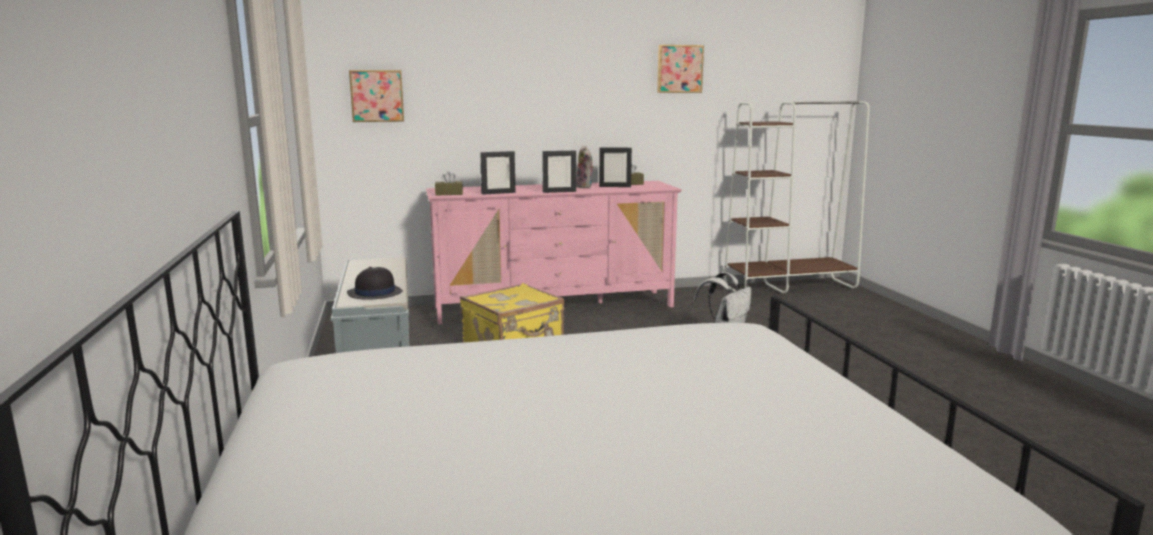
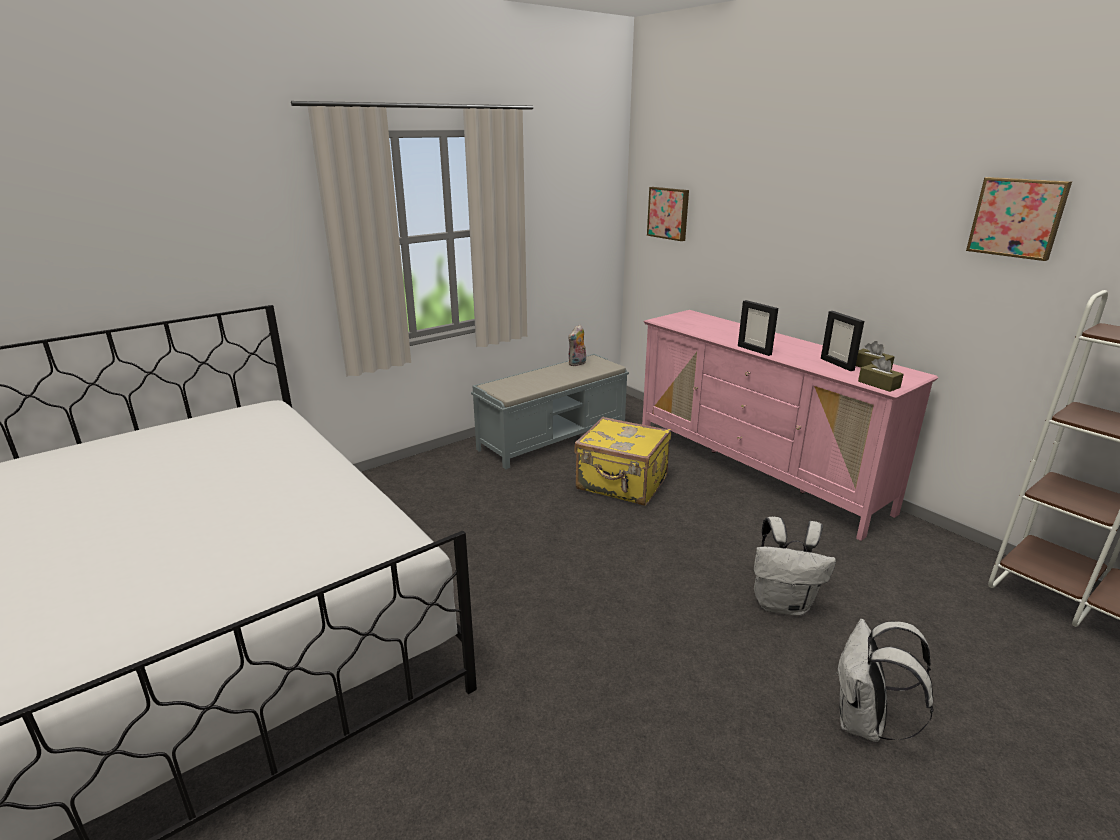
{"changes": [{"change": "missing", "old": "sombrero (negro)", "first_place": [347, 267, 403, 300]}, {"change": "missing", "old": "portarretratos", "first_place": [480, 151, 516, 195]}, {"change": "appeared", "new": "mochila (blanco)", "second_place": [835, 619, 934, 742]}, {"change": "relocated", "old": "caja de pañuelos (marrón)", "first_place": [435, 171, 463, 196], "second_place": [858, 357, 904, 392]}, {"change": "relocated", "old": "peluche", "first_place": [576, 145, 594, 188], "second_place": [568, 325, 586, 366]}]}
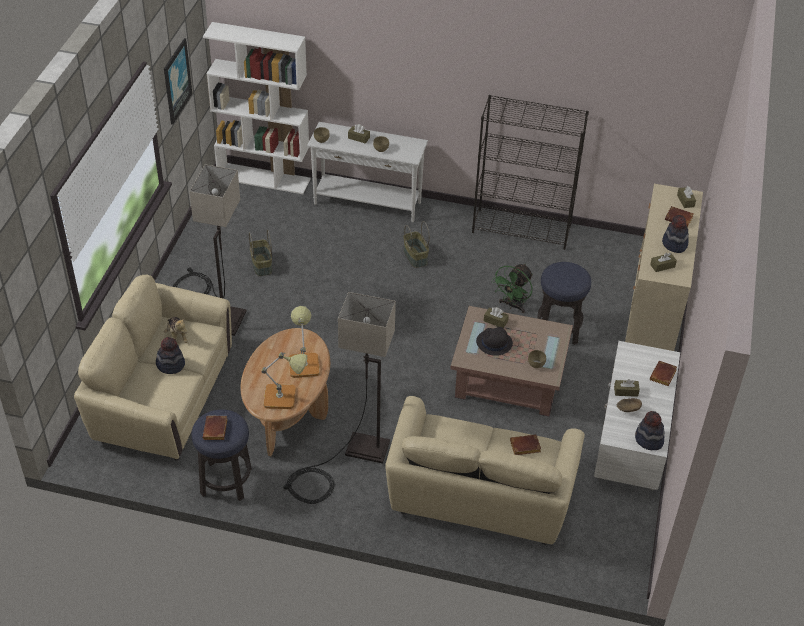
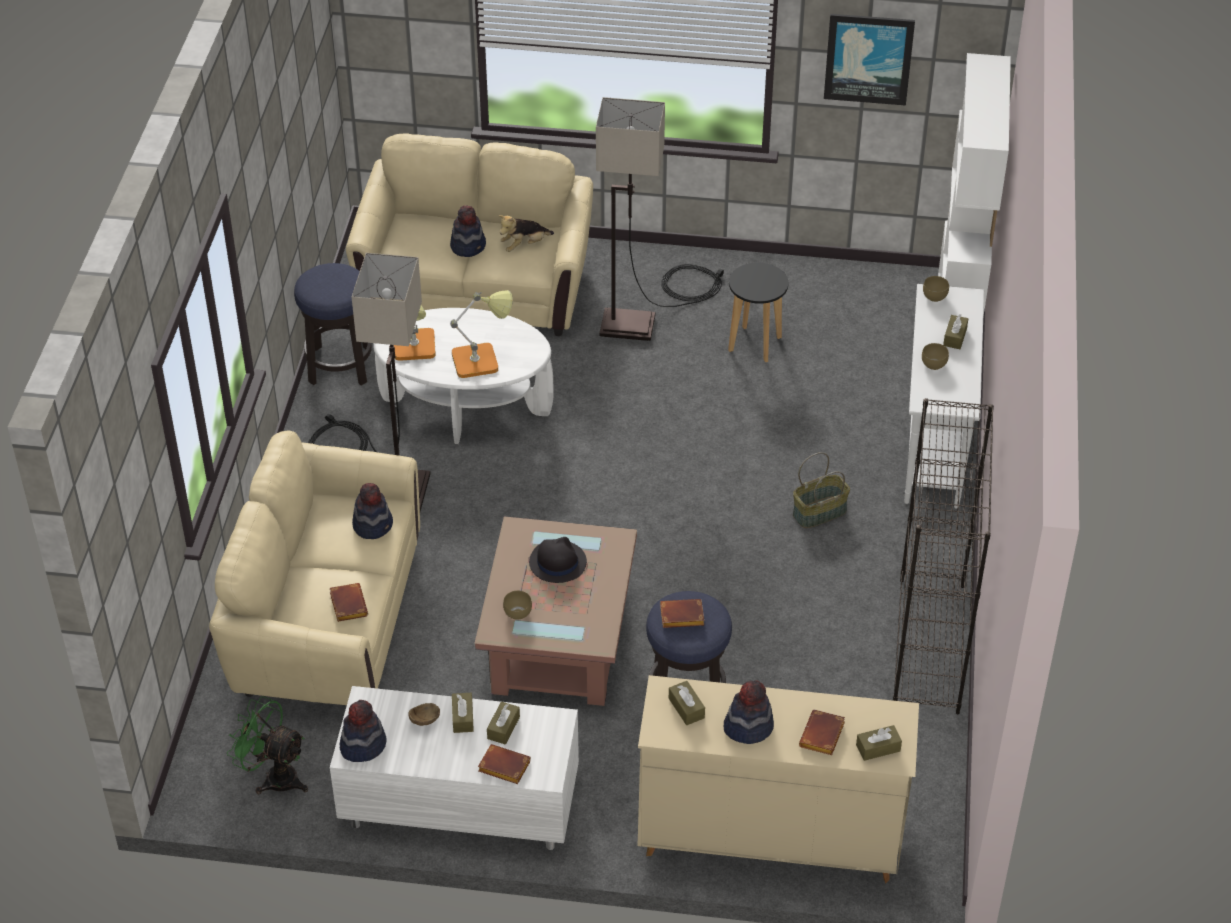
{"changes": [{"change": "appeared", "new": "sombrero", "second_place": [352, 483, 393, 539]}, {"change": "relocated", "old": "libro (marrón)", "first_place": [203, 416, 228, 440], "second_place": [660, 599, 705, 628]}, {"change": "relocated", "old": "caja de pañuelos (marrón)", "first_place": [484, 307, 509, 328], "second_place": [487, 702, 520, 745]}, {"change": "relocated", "old": "ventilador (verde)", "first_place": [491, 264, 533, 313], "second_place": [227, 696, 308, 795]}, {"change": "exchanged", "old": "cesta", "new": "taburete (negro)", "first_place": [249, 229, 272, 276], "second_place": [728, 263, 788, 362]}, {"change": "colour", "old": "mesa de centro (marrón)", "new": "mesa de centro (blanco)", "first_place": [241, 328, 330, 456], "second_place": [373, 308, 554, 444]}]}
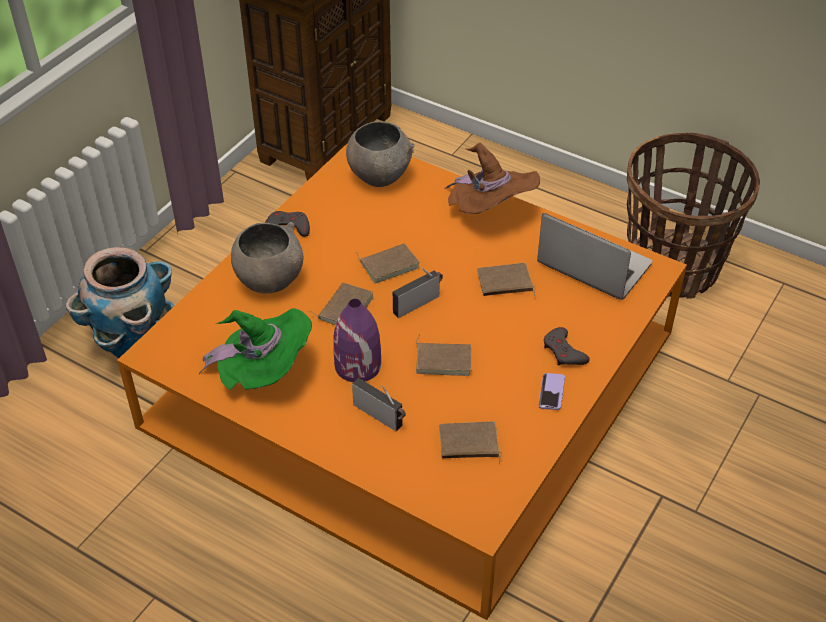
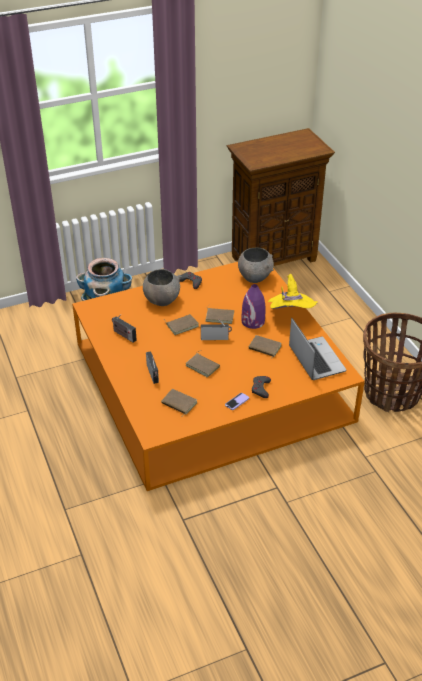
{"changes": [{"change": "relocated", "old": "florero (morado)", "first_place": [333, 299, 381, 382], "second_place": [242, 284, 265, 329]}, {"change": "exchanged", "old": "sombrero (verde)", "new": "radio", "first_place": [199, 308, 312, 390], "second_place": [112, 314, 137, 342]}, {"change": "colour", "old": "sombrero (marrón)", "new": "sombrero (amarillo)", "first_place": [444, 143, 540, 214], "second_place": [268, 274, 318, 309]}]}
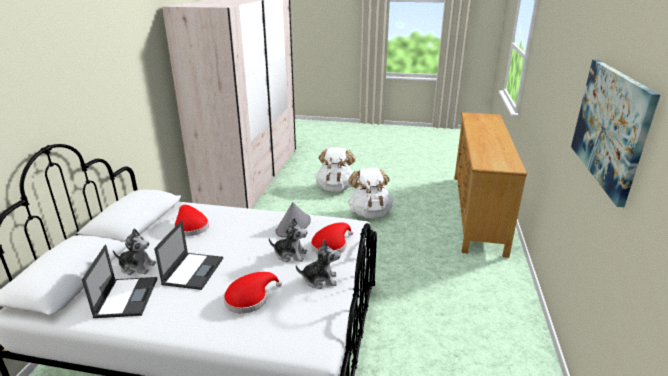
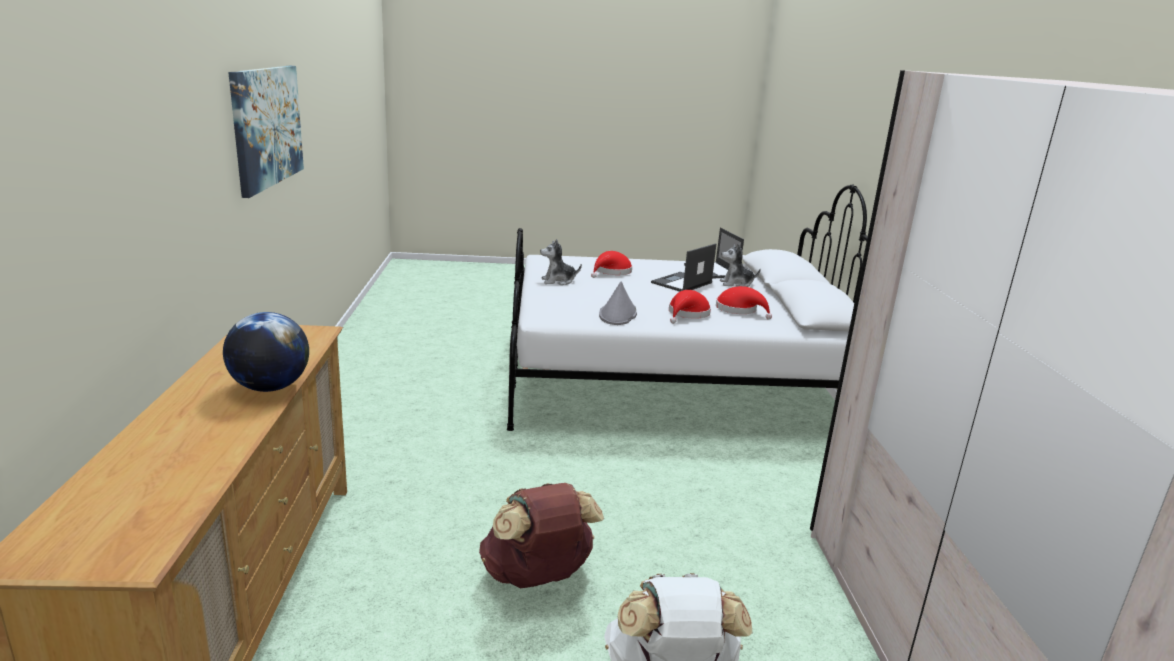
{"changes": [{"change": "missing", "old": "peluche", "first_place": [269, 218, 308, 262]}, {"change": "appeared", "new": "globo terráqueo", "second_place": [223, 312, 309, 392]}, {"change": "relocated", "old": "sombrero (rojo)", "first_place": [311, 222, 353, 254], "second_place": [669, 290, 711, 324]}, {"change": "colour", "old": "mochila (blanco)", "new": "mochila (marrón)", "first_place": [348, 168, 393, 218], "second_place": [479, 483, 604, 588]}, {"change": "spun", "old": "portátil", "first_place": [154, 220, 223, 290], "second_place": [651, 243, 716, 292], "degrees": 45}]}
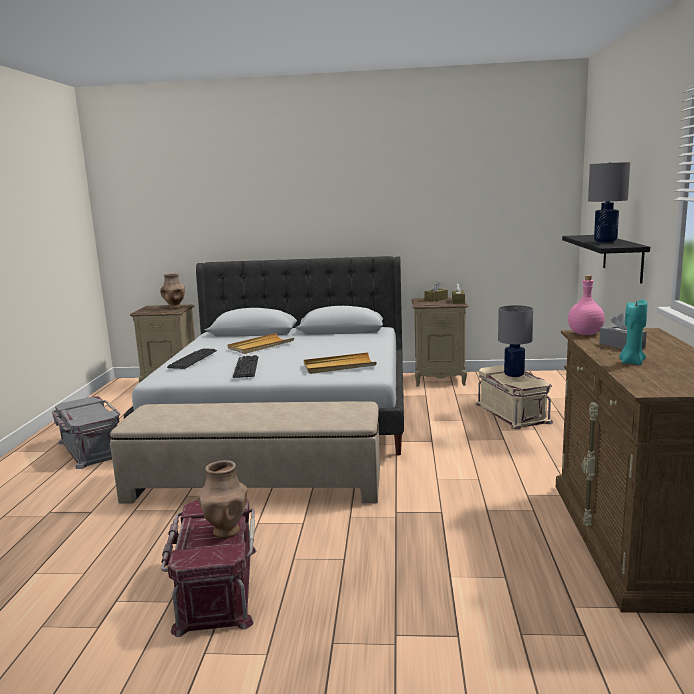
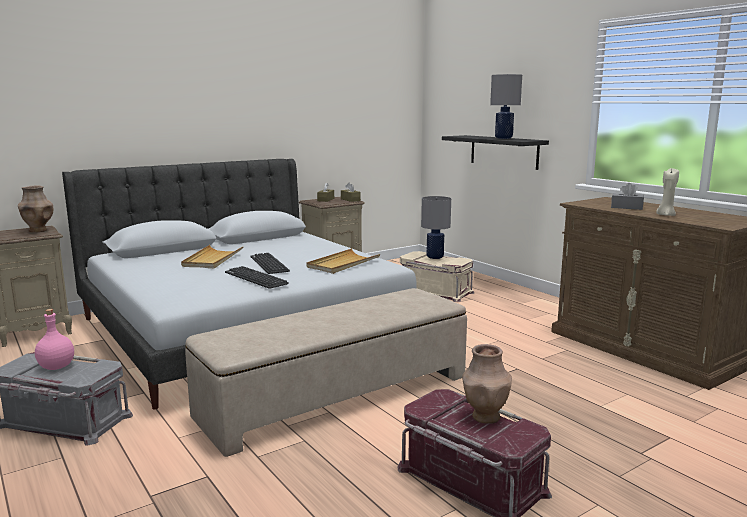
{"changes": [{"change": "relocated", "old": "teclado", "first_place": [167, 348, 217, 369], "second_place": [250, 253, 290, 274]}, {"change": "relocated", "old": "botella (rosa)", "first_place": [568, 275, 605, 335], "second_place": [35, 309, 74, 370]}, {"change": "colour", "old": "vela (turquesa)", "new": "vela (beis)", "first_place": [619, 300, 647, 365], "second_place": [656, 168, 679, 216]}]}
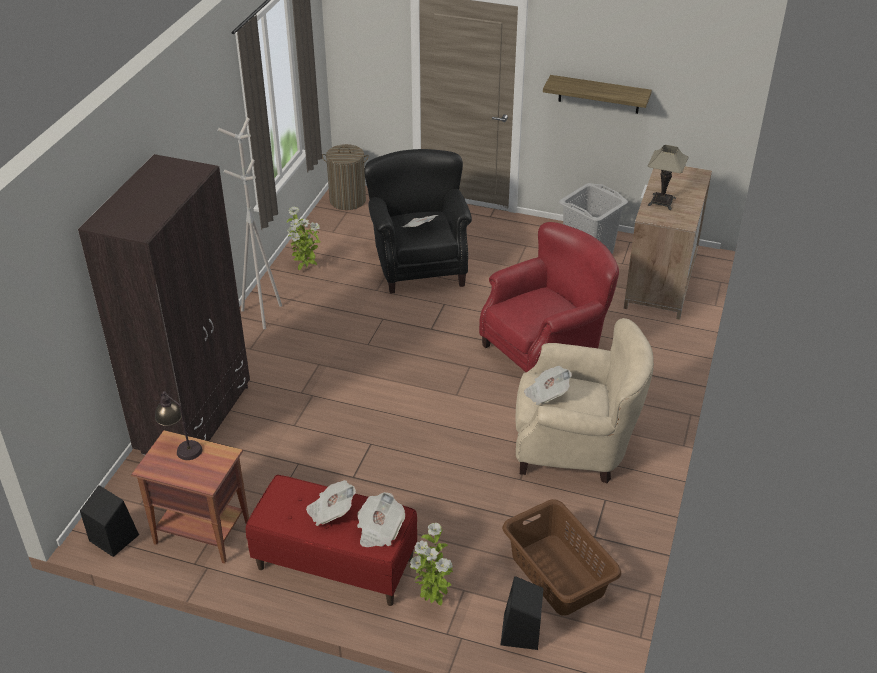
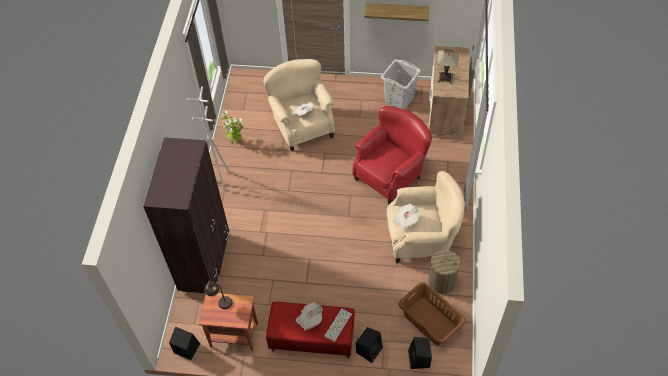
{"changes": [{"change": "relocated", "old": "cesto de la ropa", "first_place": [322, 144, 369, 210], "second_place": [428, 249, 463, 294]}, {"change": "exchanged", "old": "periódico", "new": "teclado", "first_place": [357, 492, 405, 547], "second_place": [324, 308, 352, 342]}, {"change": "exchanged", "old": "planta en maceta", "new": "altavoz (negro)", "first_place": [409, 523, 453, 606], "second_place": [356, 327, 383, 363]}, {"change": "colour", "old": "sillón (negro)", "new": "sillón (beis)", "first_place": [364, 149, 472, 294], "second_place": [264, 59, 335, 151]}]}
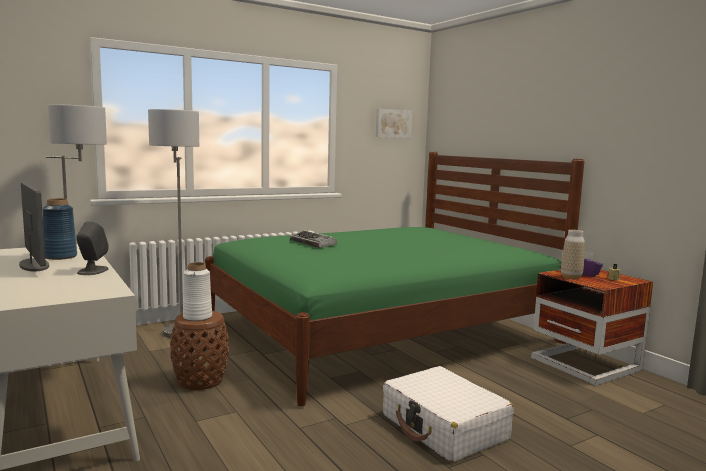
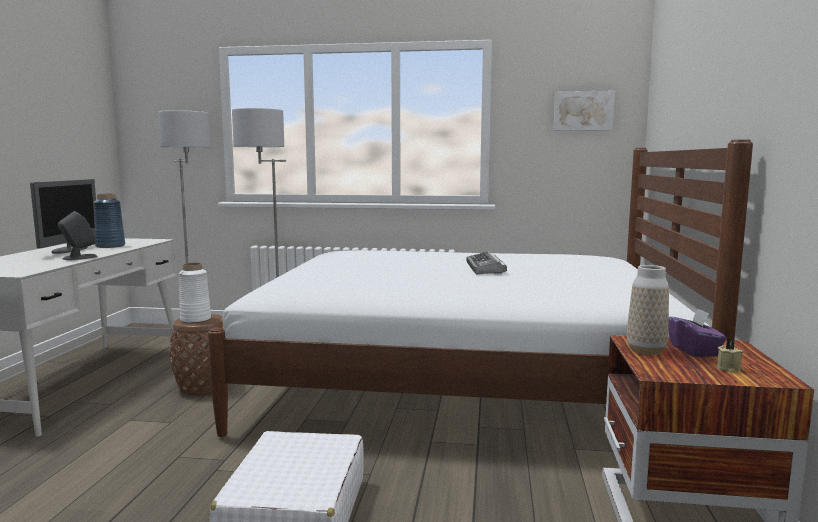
{"changes": [{"change": "relocated", "old": "teclado", "first_place": [290, 230, 337, 248], "second_place": [466, 251, 507, 275]}, {"change": "colour", "old": "cama (verde)", "new": "cama (blanco)", "first_place": [205, 152, 584, 407], "second_place": [208, 139, 753, 437]}]}
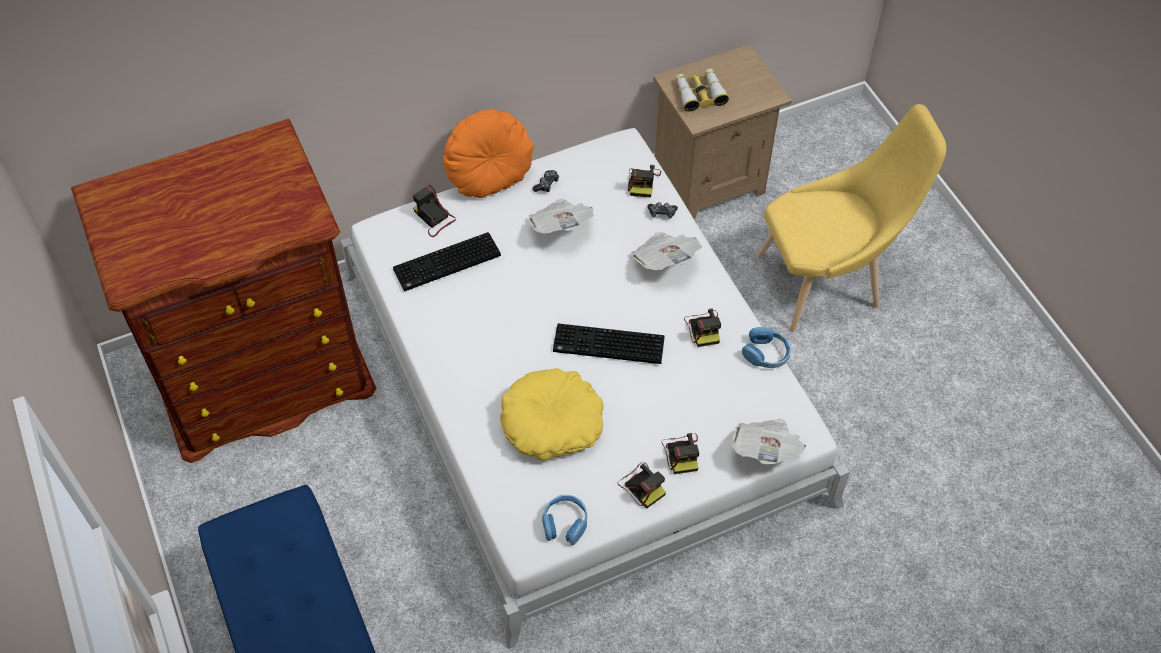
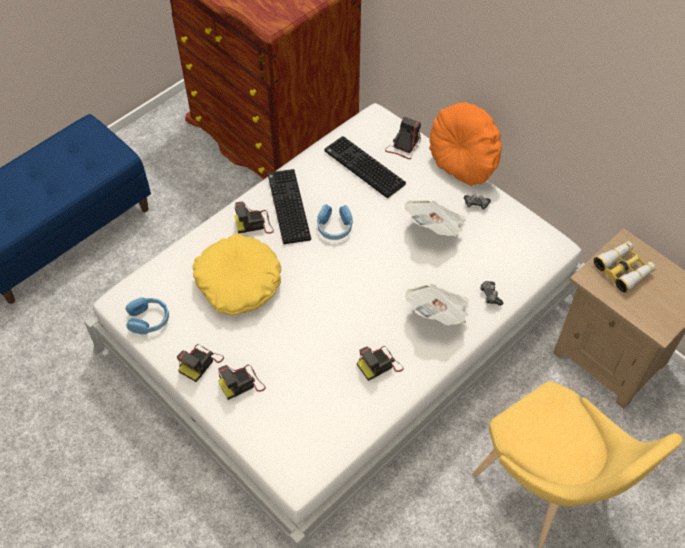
{"changes": [{"change": "missing", "old": "periódico", "first_place": [731, 419, 806, 464]}, {"change": "relocated", "old": "teclado", "first_place": [553, 323, 665, 364], "second_place": [268, 169, 311, 244]}, {"change": "relocated", "old": "cámara", "first_place": [628, 165, 661, 198], "second_place": [235, 202, 274, 234]}, {"change": "relocated", "old": "auriculares (azul)", "first_place": [742, 327, 791, 368], "second_place": [317, 204, 353, 240]}]}
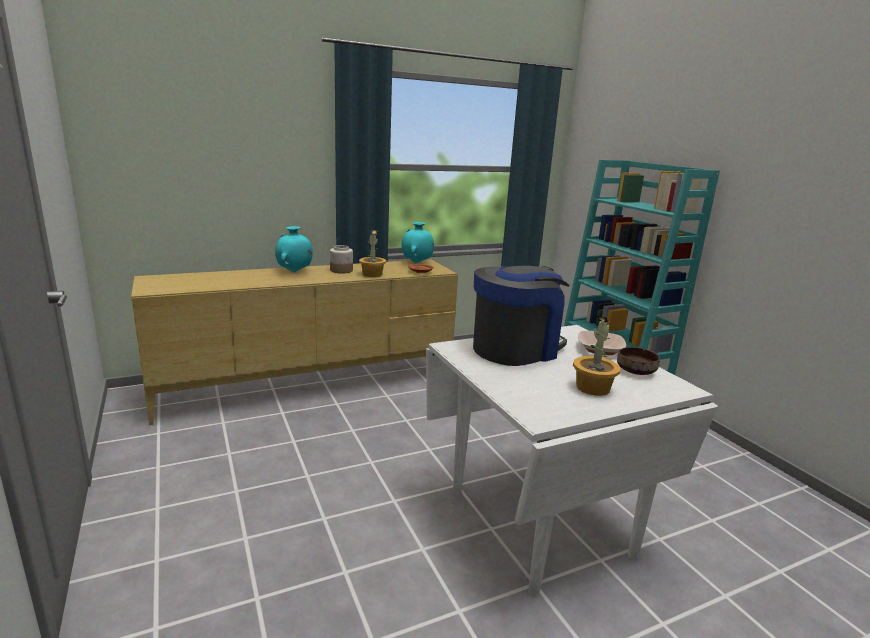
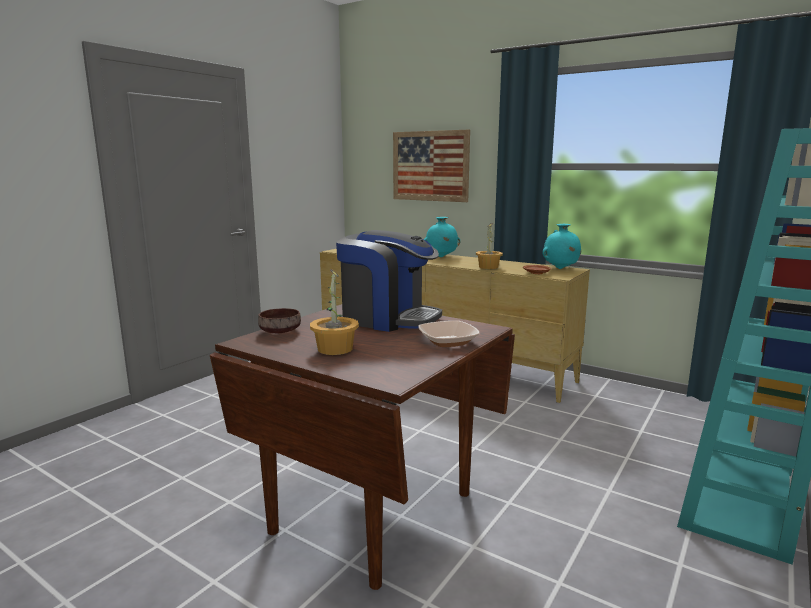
{"changes": [{"change": "missing", "old": "tarro", "first_place": [330, 245, 353, 273]}, {"change": "appeared", "new": "cuadro", "second_place": [393, 130, 470, 202]}, {"change": "relocated", "old": "cuenco (marrón)", "first_place": [617, 347, 660, 375], "second_place": [258, 308, 301, 333]}, {"change": "colour", "old": "mesa de comedor (blanco)", "new": "mesa de comedor (marrón)", "first_place": [426, 325, 718, 597], "second_place": [210, 304, 515, 590]}]}
